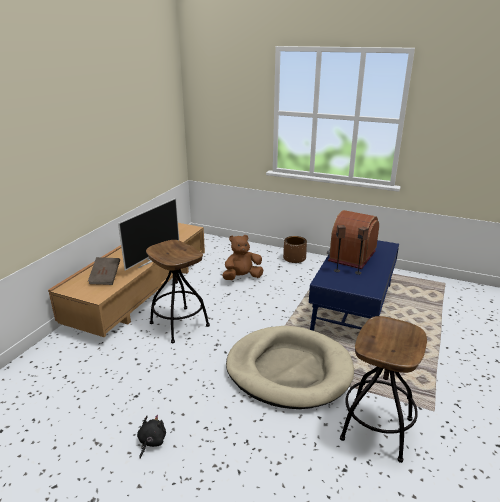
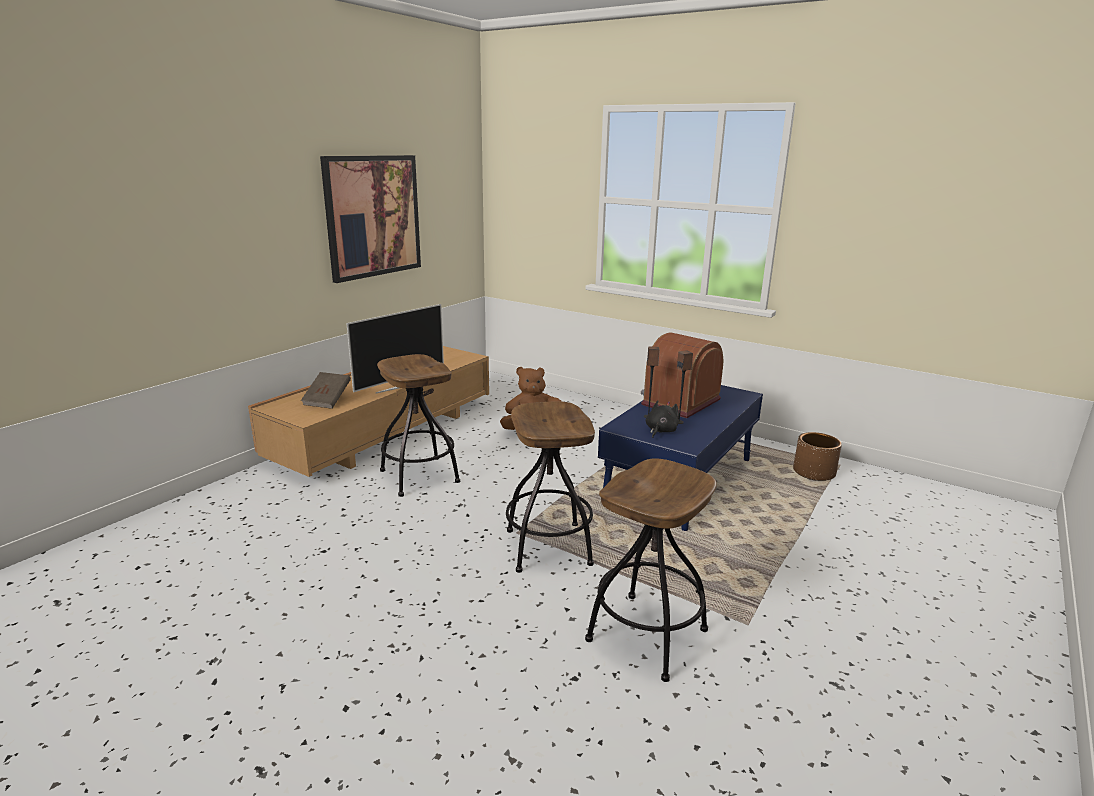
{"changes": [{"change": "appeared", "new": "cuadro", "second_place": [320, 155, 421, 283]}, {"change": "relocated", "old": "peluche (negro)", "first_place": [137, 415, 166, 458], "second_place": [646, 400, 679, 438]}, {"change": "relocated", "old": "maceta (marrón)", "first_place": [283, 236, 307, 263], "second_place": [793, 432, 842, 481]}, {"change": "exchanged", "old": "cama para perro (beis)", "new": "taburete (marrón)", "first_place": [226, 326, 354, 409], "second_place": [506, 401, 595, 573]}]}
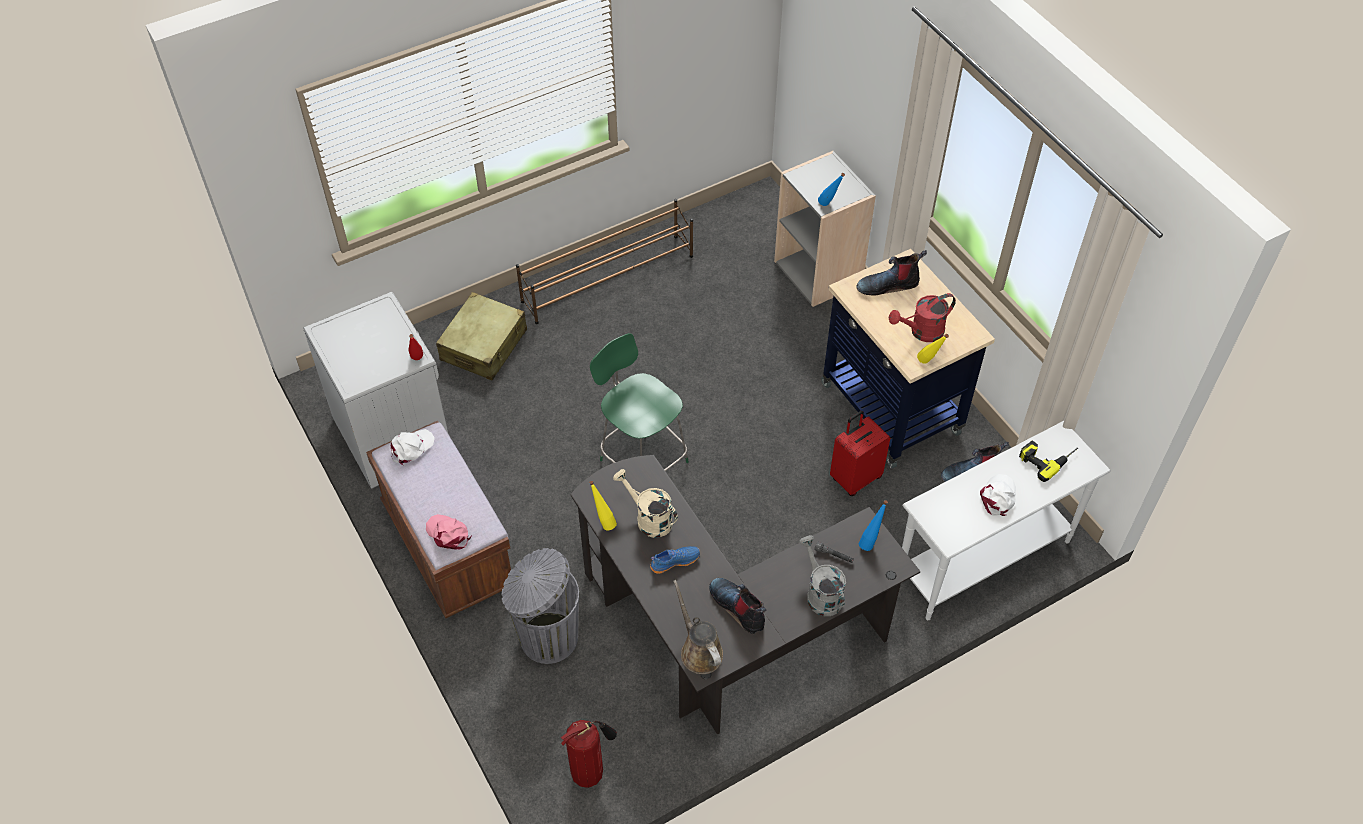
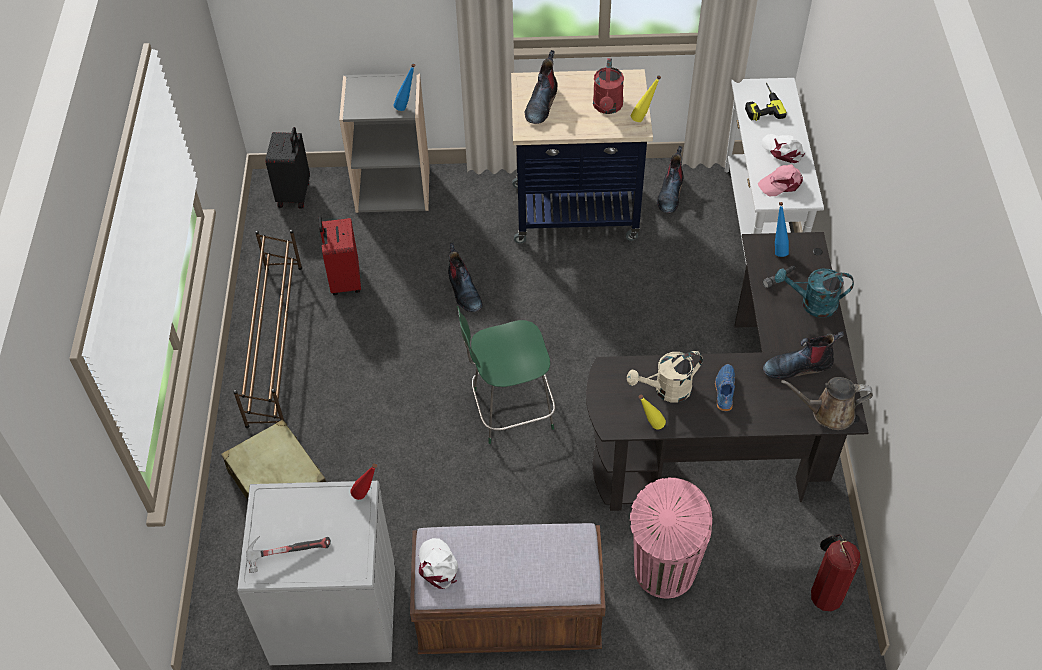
{"changes": [{"change": "appeared", "new": "martillo", "second_place": [246, 536, 331, 573]}, {"change": "appeared", "new": "maleta (negro)", "second_place": [265, 127, 310, 208]}, {"change": "appeared", "new": "bota", "second_place": [448, 243, 483, 312]}, {"change": "relocated", "old": "gorra (rosa)", "first_place": [426, 514, 472, 550], "second_place": [758, 164, 803, 196]}, {"change": "relocated", "old": "maleta (rojo)", "first_place": [830, 411, 890, 496], "second_place": [319, 216, 361, 295]}, {"change": "colour", "old": "papelera (gris)", "new": "papelera (rosa)", "first_place": [502, 548, 579, 664], "second_place": [630, 478, 712, 598]}, {"change": "colour", "old": "regadera (gris)", "new": "regadera (turquesa)", "first_place": [799, 535, 846, 616], "second_place": [775, 268, 854, 318]}]}
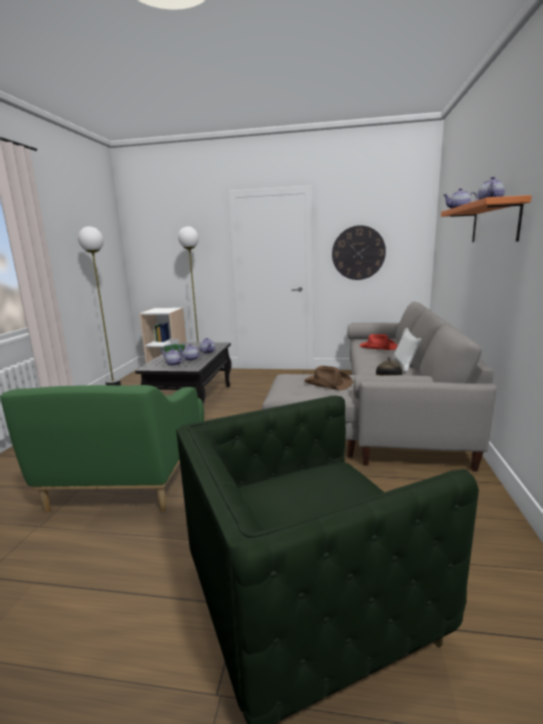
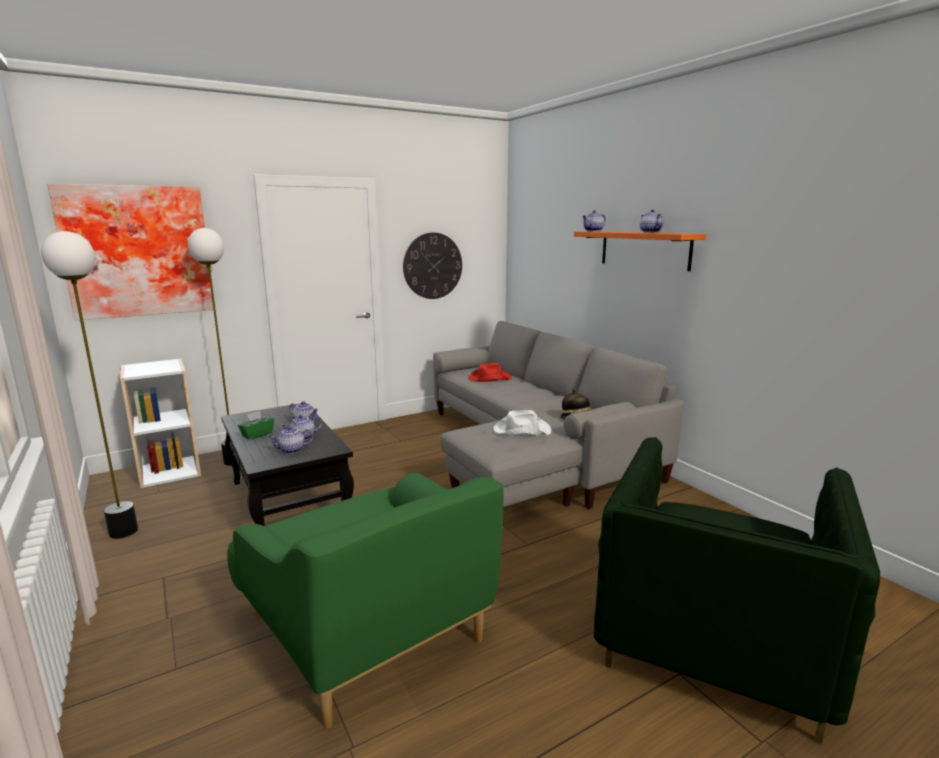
{"changes": [{"change": "missing", "old": "cojín (blanco)", "first_place": [393, 328, 422, 372]}, {"change": "appeared", "new": "cuadro", "second_place": [47, 183, 213, 320]}, {"change": "colour", "old": "sombrero (marrón)", "new": "sombrero (blanco)", "first_place": [304, 366, 353, 390], "second_place": [493, 410, 551, 436]}]}
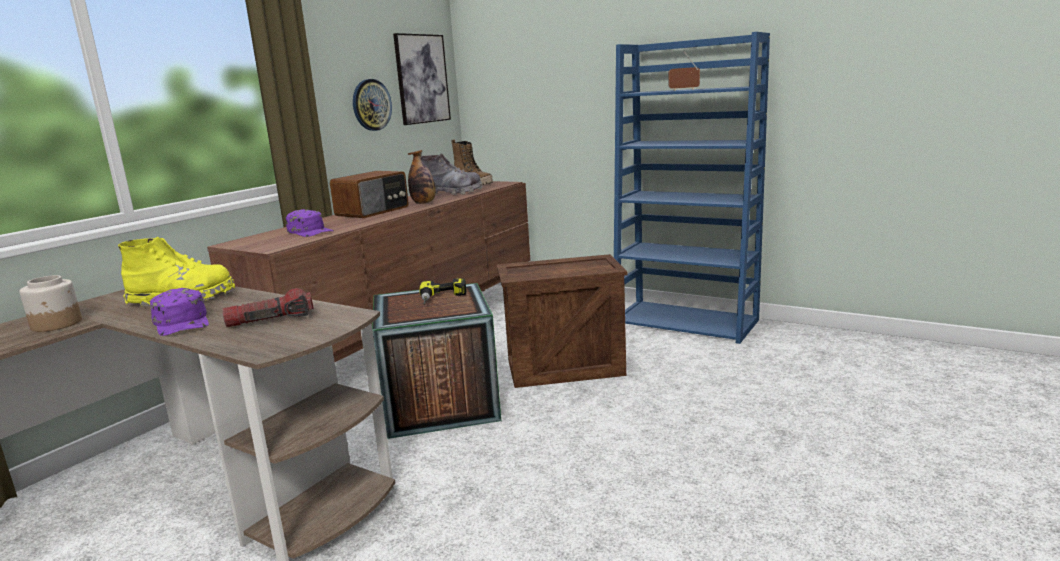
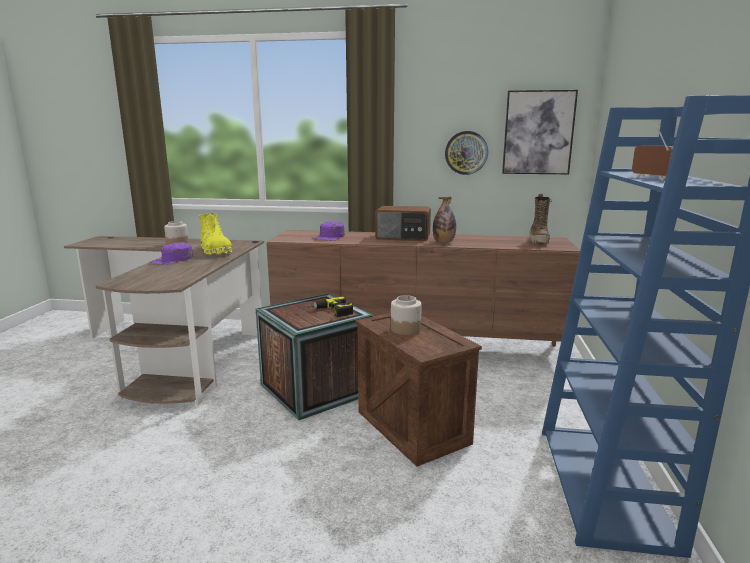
{"changes": [{"change": "missing", "old": "linterna", "first_place": [222, 288, 314, 327]}, {"change": "missing", "old": "bota (gris)", "first_place": [420, 153, 483, 196]}, {"change": "appeared", "new": "tarro", "second_place": [391, 295, 422, 335]}]}
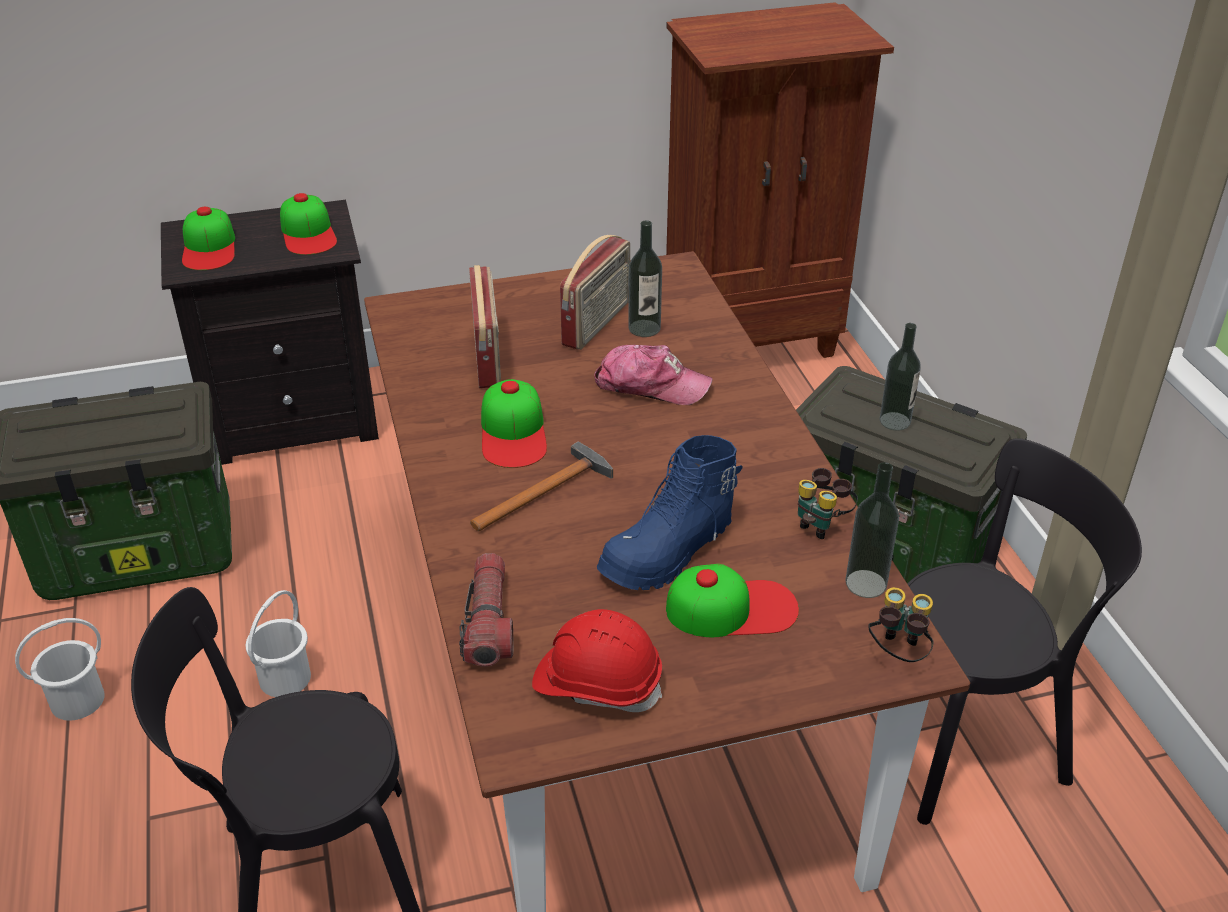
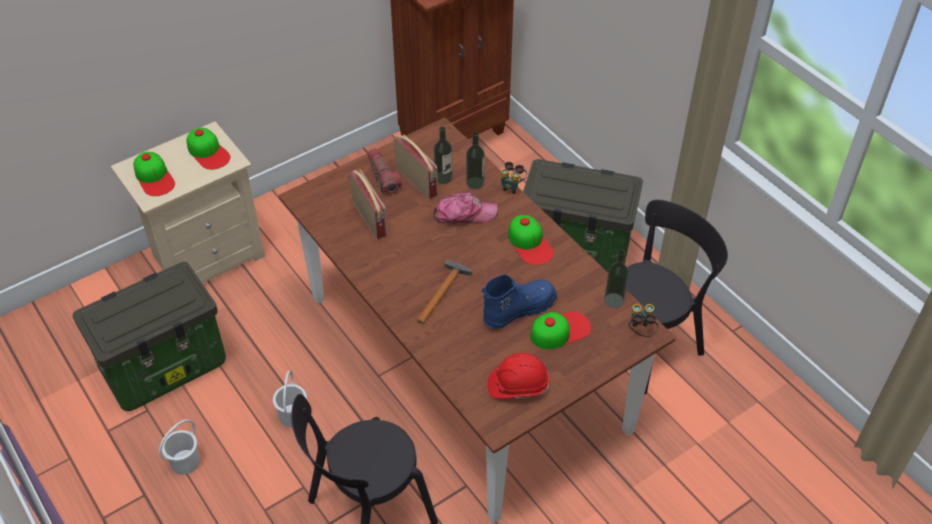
{"changes": [{"change": "relocated", "old": "linterna", "first_place": [459, 553, 514, 667], "second_place": [367, 148, 402, 192]}, {"change": "relocated", "old": "gorra", "first_place": [481, 379, 547, 468], "second_place": [508, 215, 554, 265]}, {"change": "relocated", "old": "prismáticos", "first_place": [798, 468, 858, 539], "second_place": [501, 162, 527, 194]}, {"change": "relocated", "old": "botella", "first_place": [880, 323, 921, 431], "second_place": [466, 132, 485, 189]}, {"change": "colour", "old": "mesita de noche (negro)", "new": "mesita de noche (beis)", "first_place": [161, 200, 379, 465], "second_place": [111, 122, 265, 283]}, {"change": "spun", "old": "radio", "first_place": [560, 235, 630, 350], "second_place": [394, 135, 438, 200], "degrees": -45}, {"change": "spun", "old": "bota (azul)", "first_place": [597, 435, 743, 590], "second_place": [482, 274, 557, 329], "degrees": -150}]}
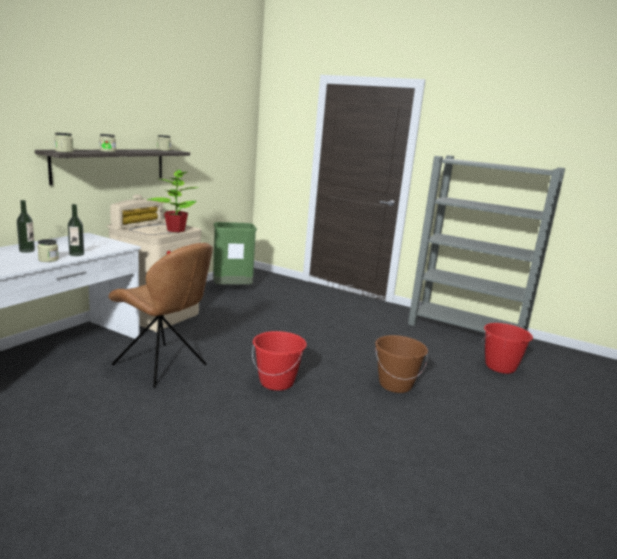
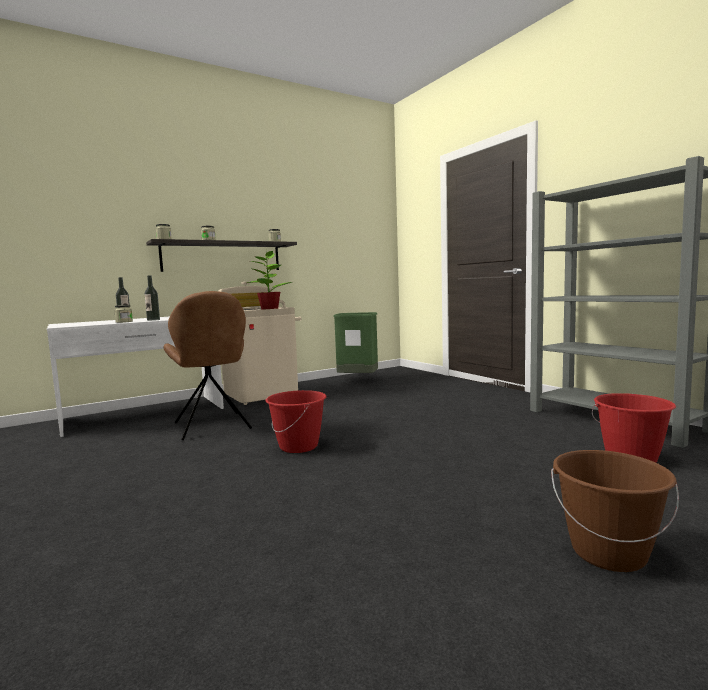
{"changes": [{"change": "relocated", "old": "cubo (marrón)", "first_place": [375, 335, 428, 393], "second_place": [551, 450, 679, 572]}]}
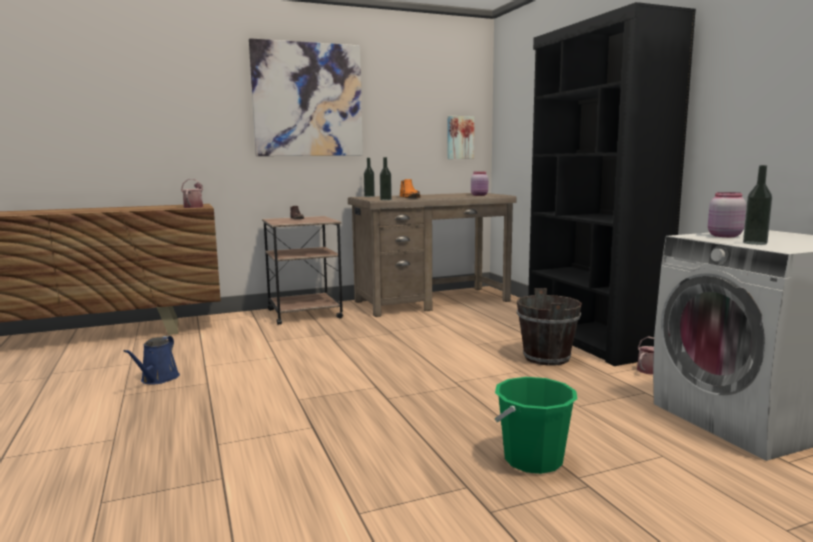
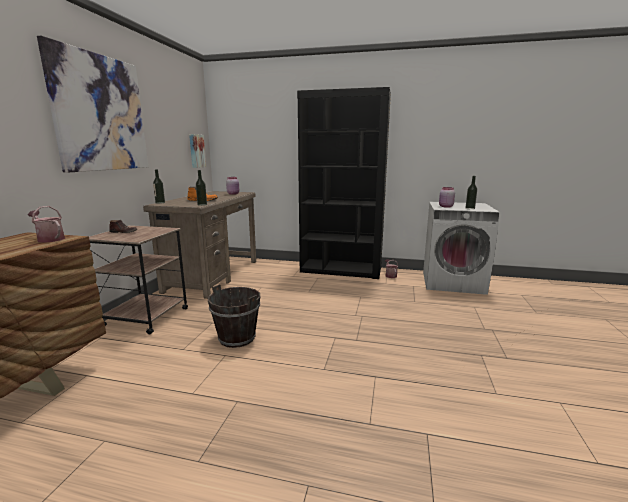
{"changes": [{"change": "missing", "old": "regadera (azul)", "first_place": [124, 336, 180, 385]}, {"change": "missing", "old": "cubo (verde)", "first_place": [495, 377, 577, 474]}, {"change": "relocated", "old": "cubo (marrón)", "first_place": [517, 288, 582, 366], "second_place": [208, 284, 260, 348]}]}
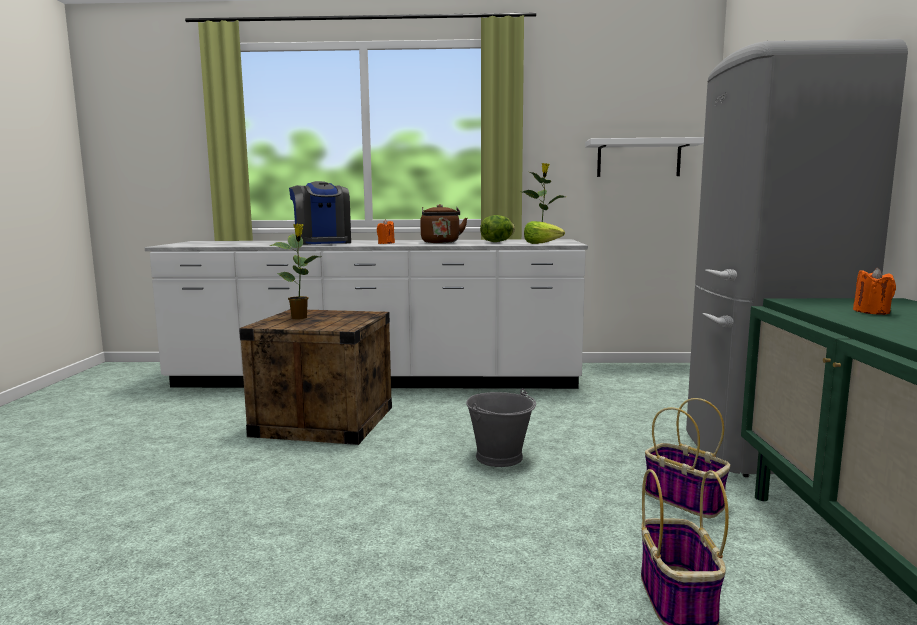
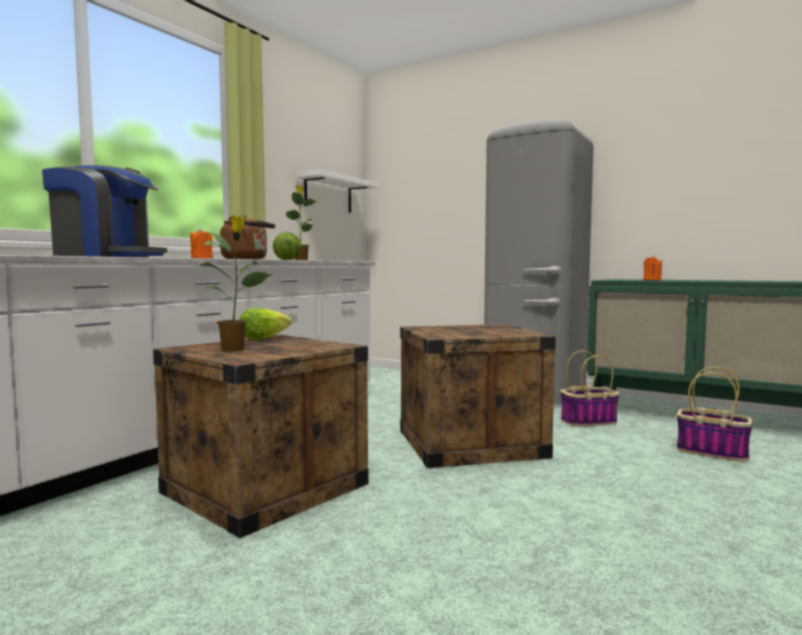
{"changes": [{"change": "relocated", "old": "lechuga", "first_place": [524, 221, 565, 244], "second_place": [240, 308, 292, 340]}, {"change": "exchanged", "old": "cubo (gris)", "new": "caja de embalaje", "first_place": [466, 388, 536, 467], "second_place": [400, 324, 556, 468]}]}
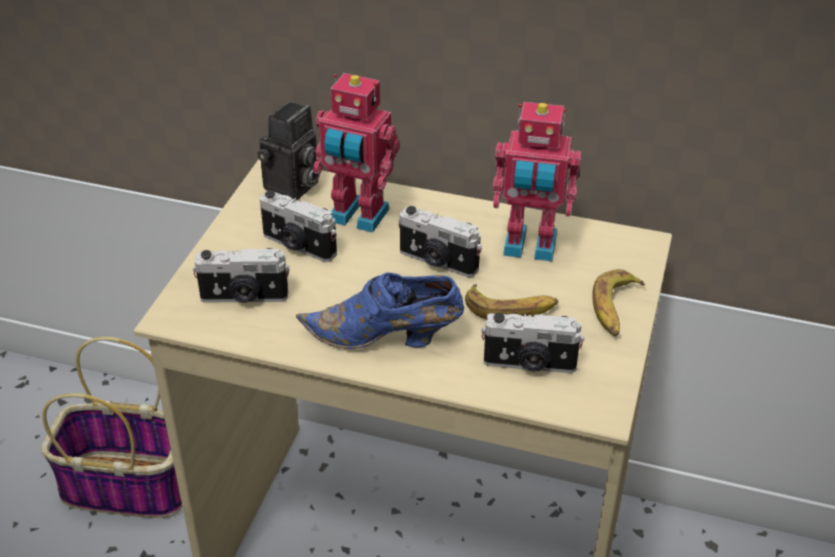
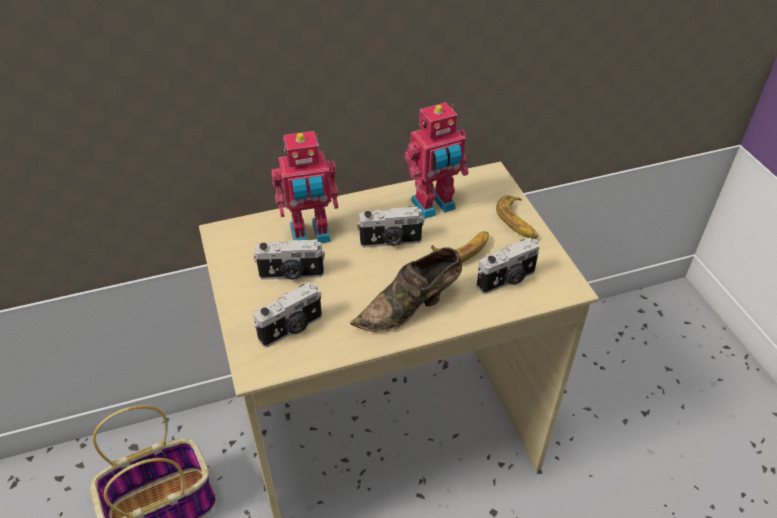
{"changes": [{"change": "missing", "old": "cámara", "first_place": [257, 102, 320, 200]}, {"change": "colour", "old": "zapato (azul)", "new": "zapato (marrón)", "first_place": [296, 273, 464, 349], "second_place": [350, 248, 462, 332]}]}
